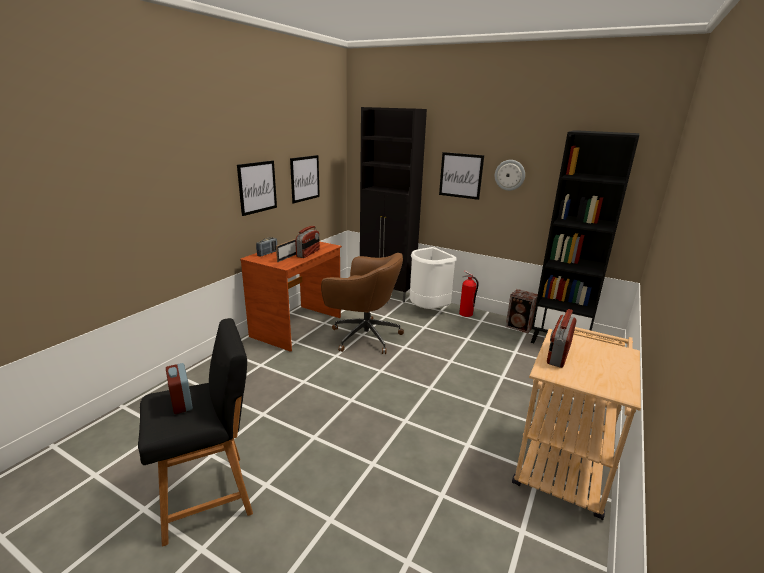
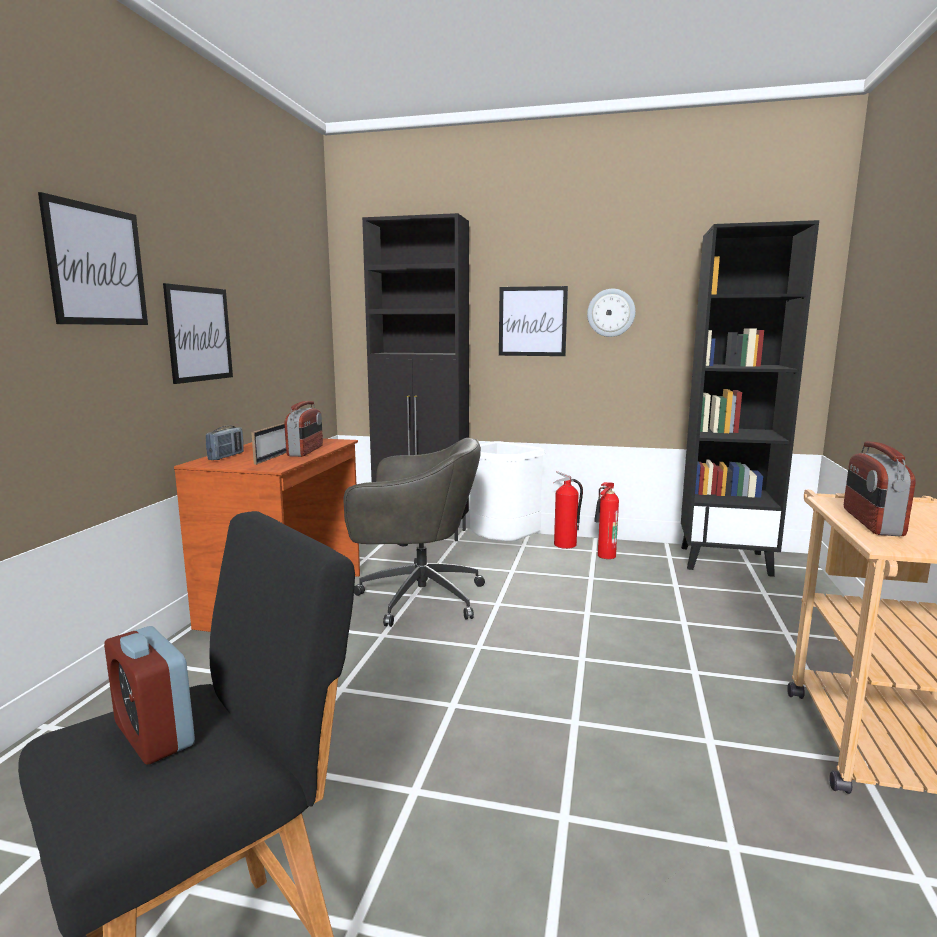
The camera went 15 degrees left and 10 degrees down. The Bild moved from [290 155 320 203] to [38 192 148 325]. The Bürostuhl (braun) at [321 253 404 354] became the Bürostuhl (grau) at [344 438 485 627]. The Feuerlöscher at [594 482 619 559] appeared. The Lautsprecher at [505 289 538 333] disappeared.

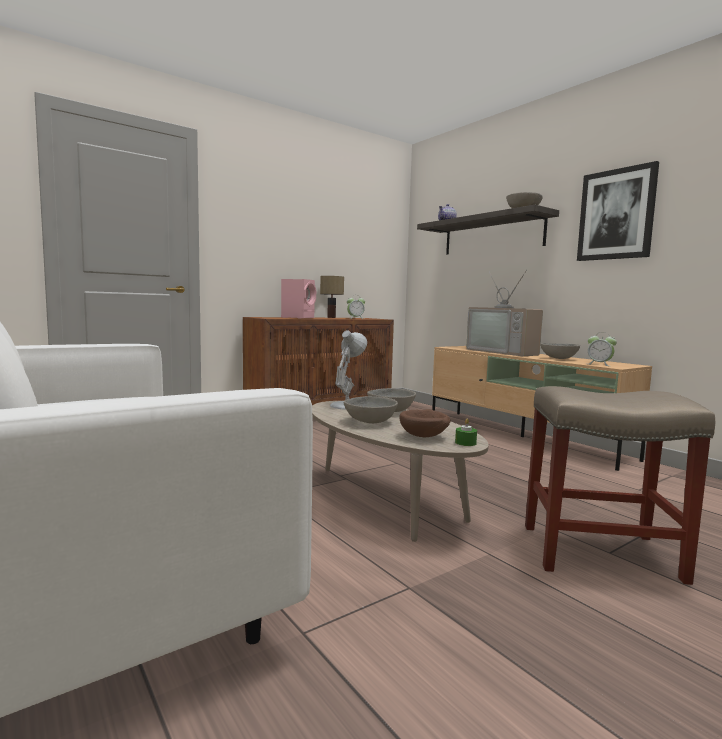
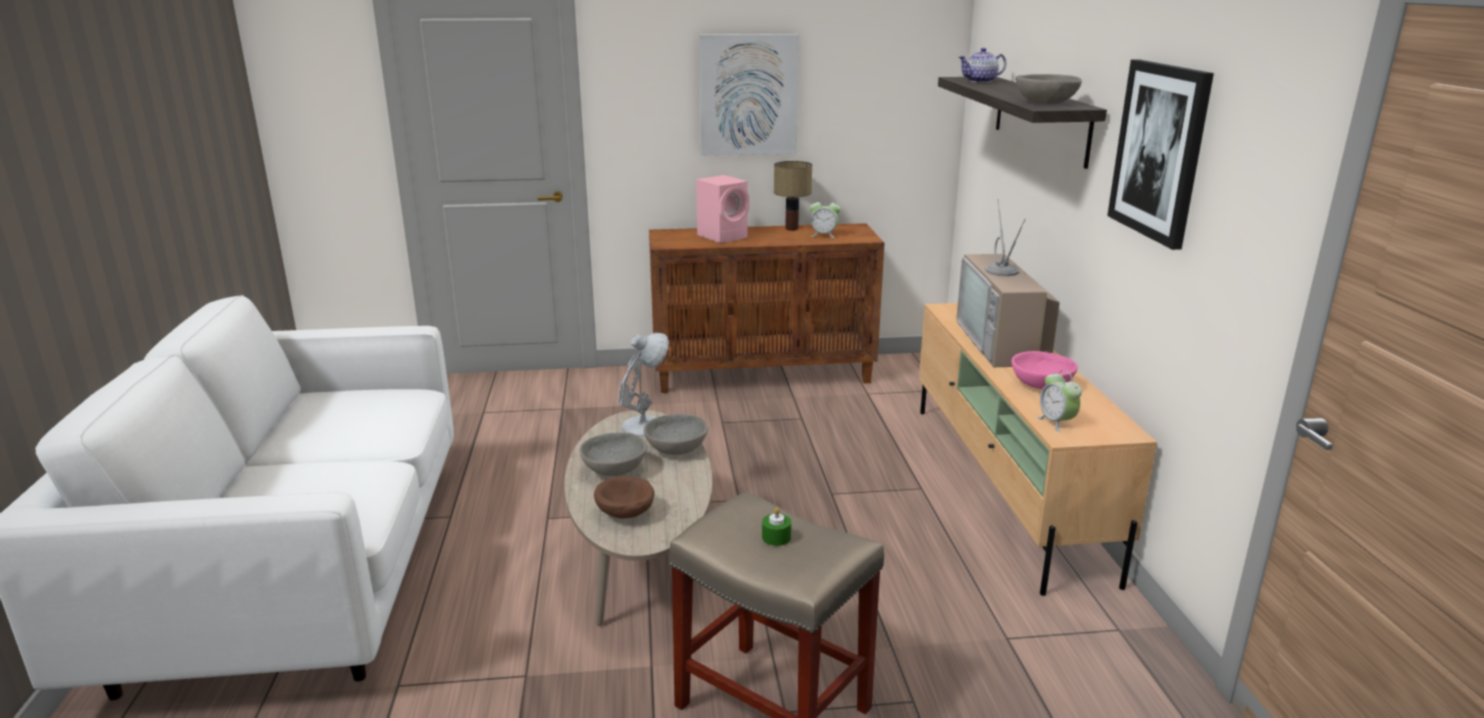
The camera went 30 degrees right and 15 degrees up. The Bild at [699 34 799 156] appeared. The Kerze (grün) moved from [455 419 477 446] to [762 507 791 546]. The Schüssel (grau) at [540 343 580 359] became the Schüssel (rosa) at [1011 351 1078 389].

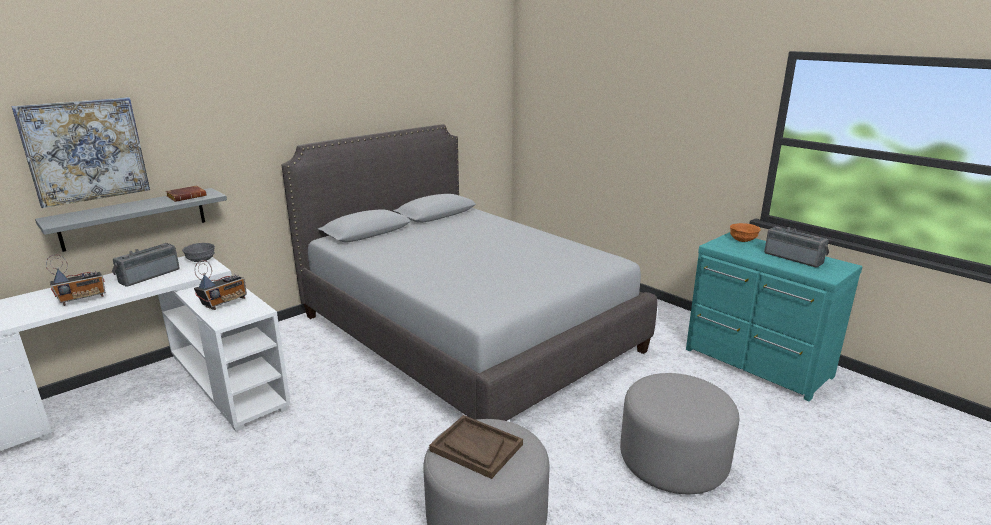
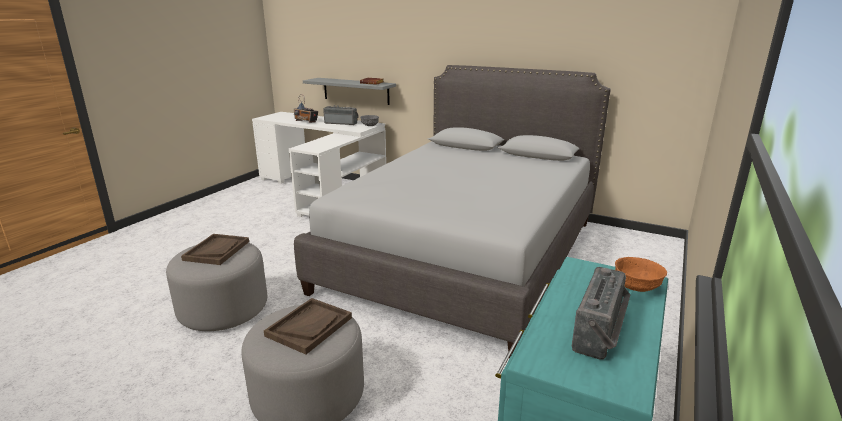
The camera went 70 degrees right and 0 degrees up. The Tablett (braun) at [264 298 352 354] appeared. The Bild at [11 97 150 208] disappeared. The Radio at [194 260 247 310] disappeared.

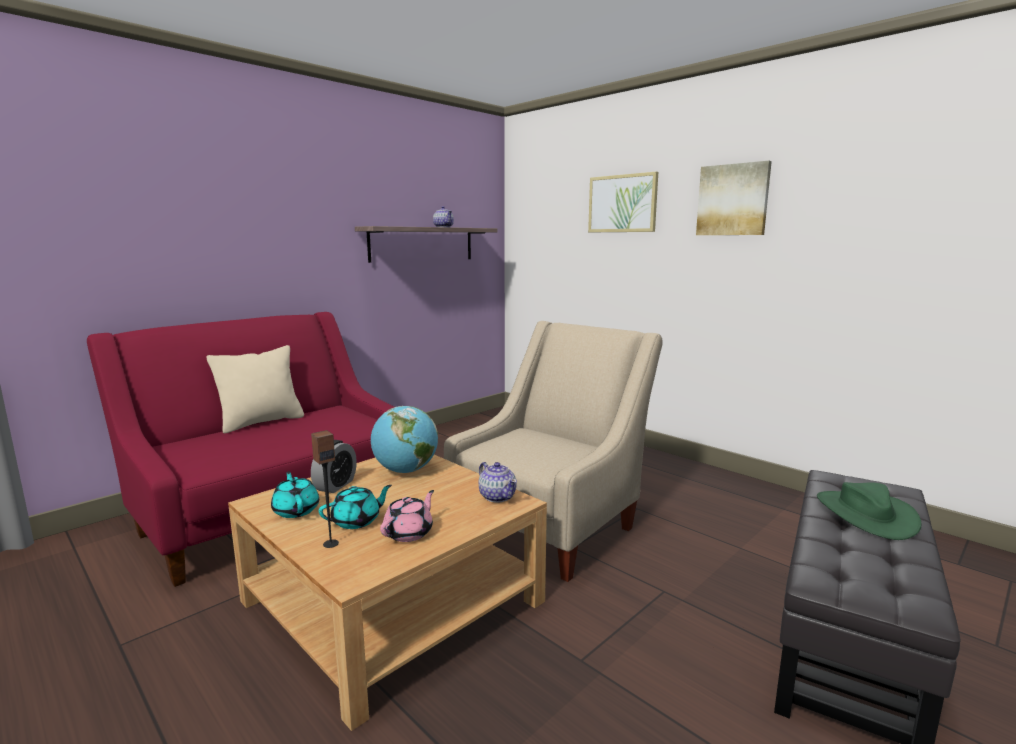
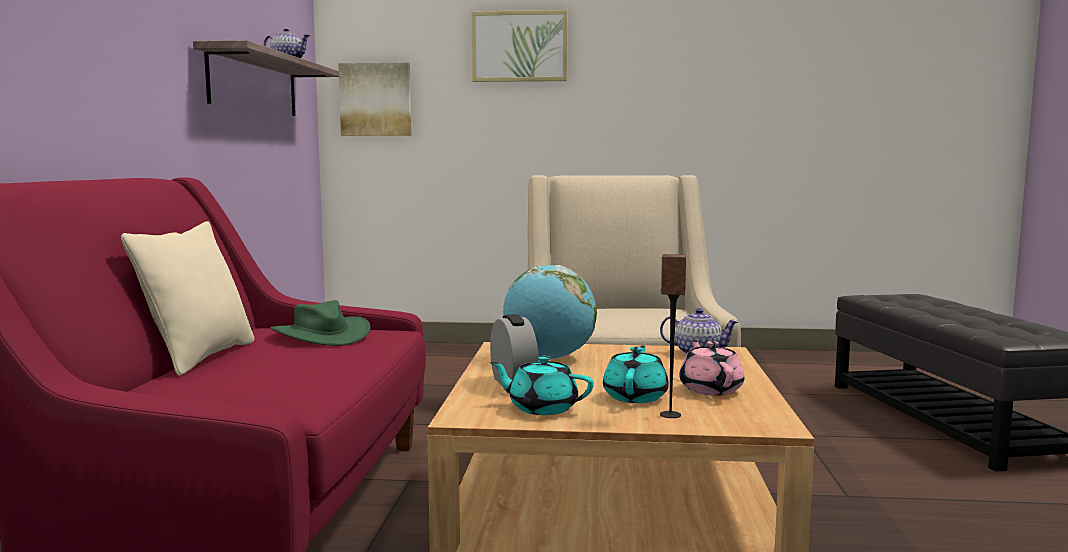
The camera went 40 degrees left and 5 degrees down. The Hut (grün) moved from [817 482 921 540] to [270 300 371 346]. The Bild moved from [696 161 772 235] to [338 63 412 136].

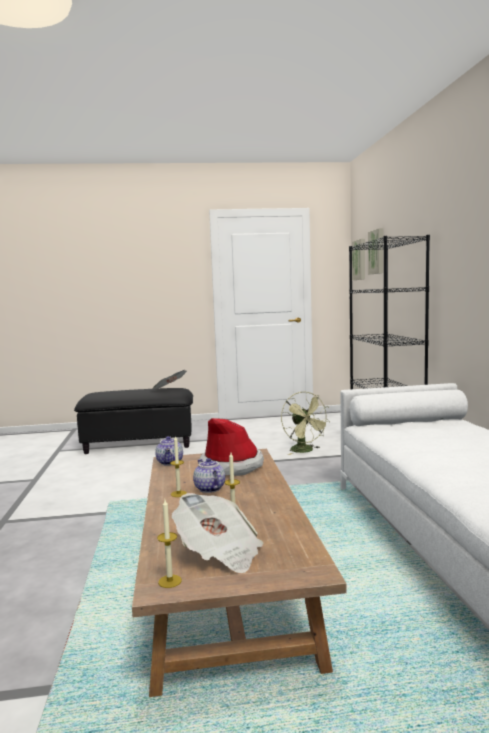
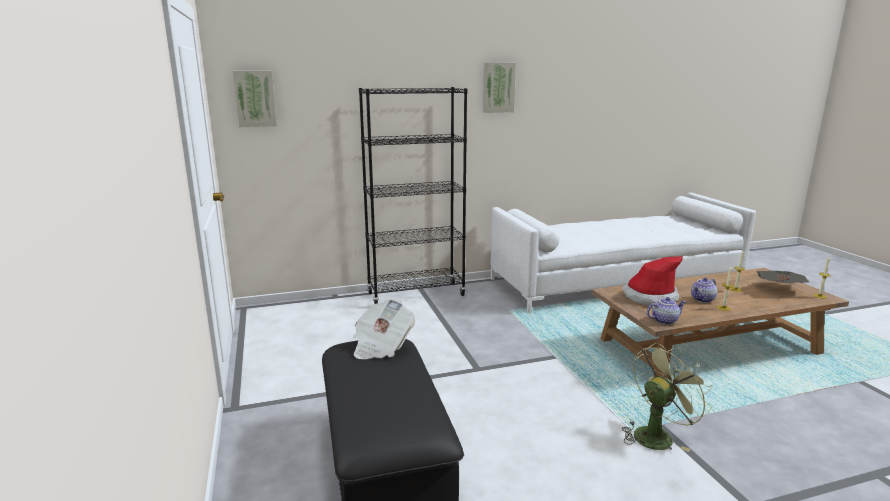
The camera went 100 degrees left and 10 degrees up. The Bild moved from [368 228 383 274] to [483 63 516 113]. The Ventilator (grün) moved from [281 391 330 455] to [622 343 712 452].

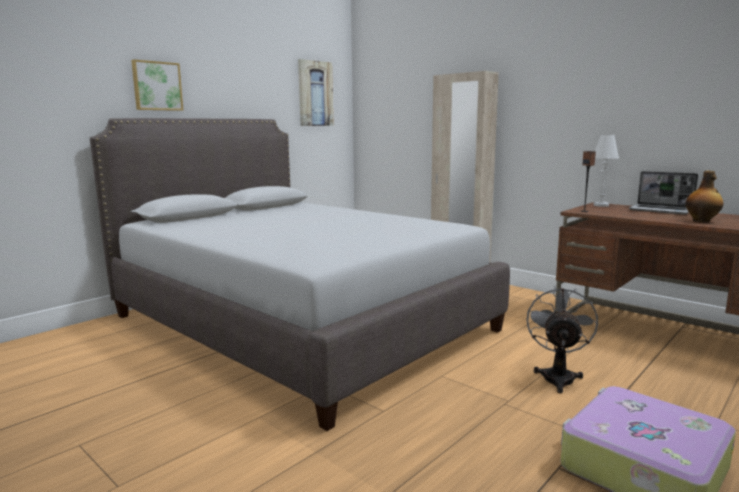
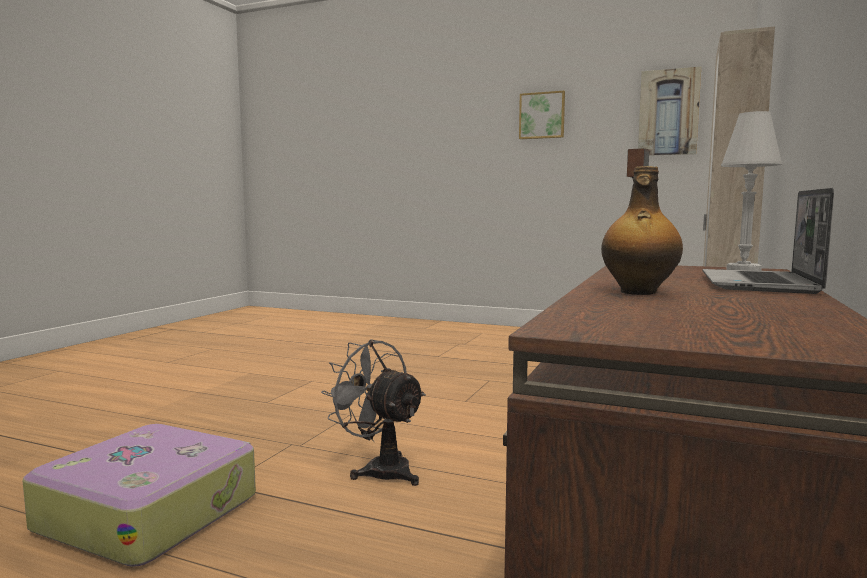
The camera went 70 degrees right and 5 degrees down. The Ventilator (grau) at [527 286 598 393] turned 135 degrees counterclockwise. The Bild moved from [131 59 183 111] to [519 91 565 139]. The Bett (grau) at [90 118 510 431] disappeared.

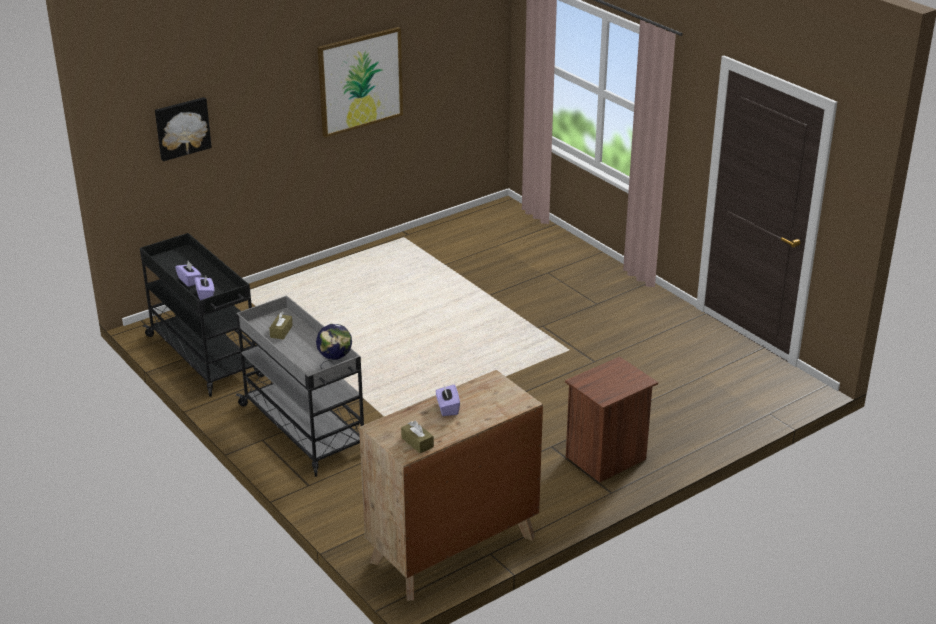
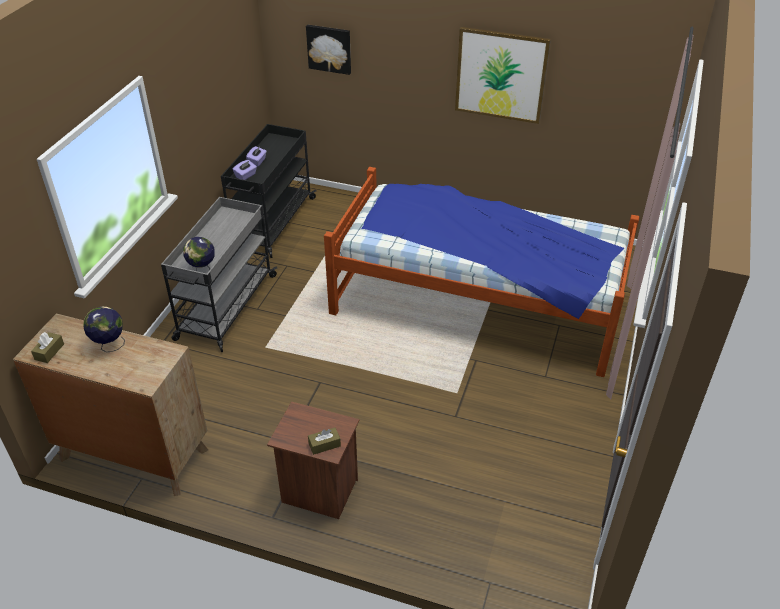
The camera went 55 degrees right and 10 degrees up. The Taschentuchbox (lila) at [436 385 460 416] was replaced by the Globus at [83 307 125 352]. The Taschentuchbox (braun) moved from [269 311 293 339] to [308 427 341 455]. The Bett at [324 167 640 377] appeared.

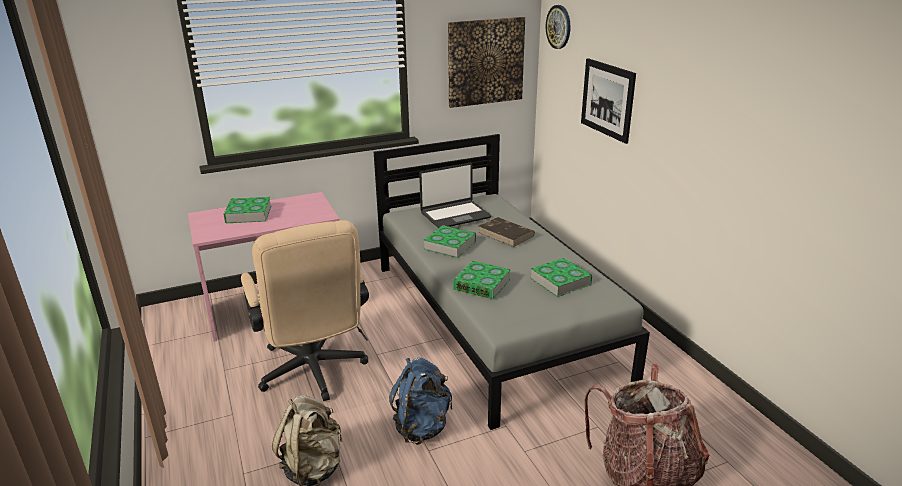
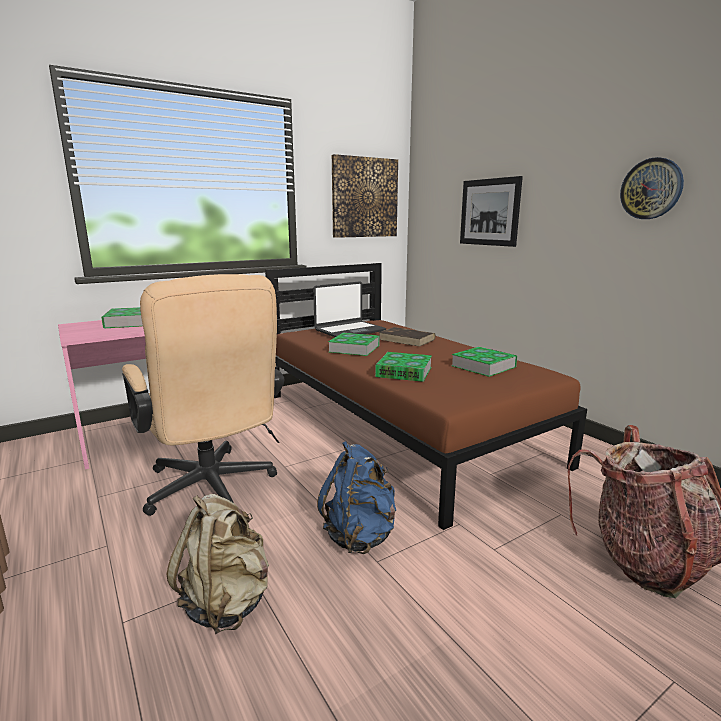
The camera went 10 degrees left and 10 degrees down. The Bett (grau) at [374 134 650 430] became the Bett (braun) at [265 263 587 530]. The Wanduhr moved from [546 5 570 49] to [620 157 684 219].

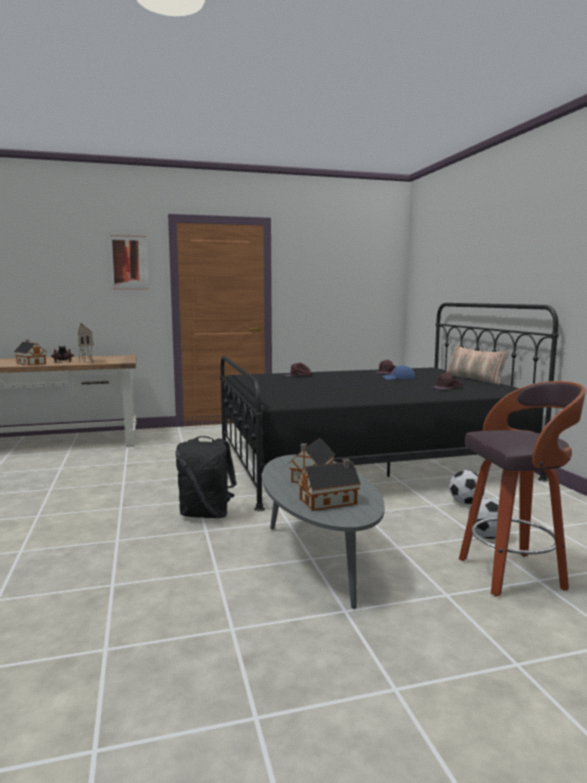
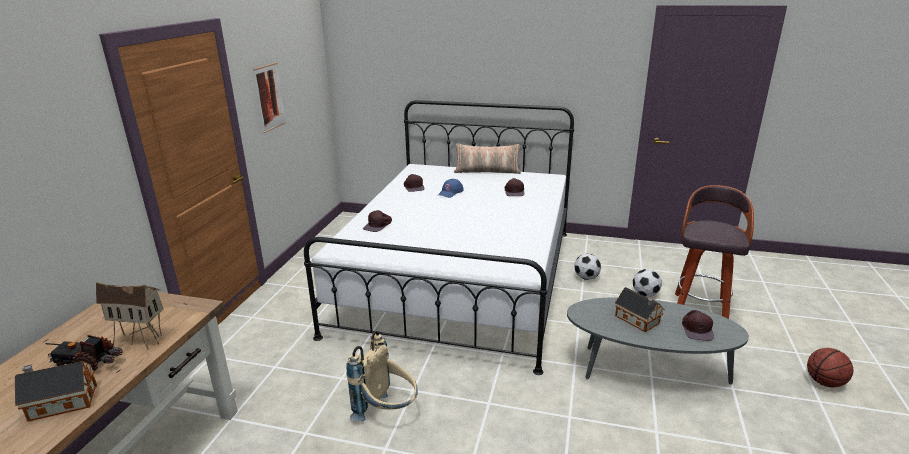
The camera went 60 degrees left and 15 degrees up. The Bild moved from [110 235 149 290] to [254 63 286 133]. The Bett (schwarz) at [220 303 559 511] became the Bett (weiß) at [304 100 574 375]. The Rucksack (beige) at [346 331 418 421] appeared. The Spielzeughaus at [298 459 361 511] was replaced by the Kappe (braun) at [682 310 714 341]. The Basketball at [807 348 854 387] appeared. The Rucksack (schwarz) at [176 436 237 518] disappeared.

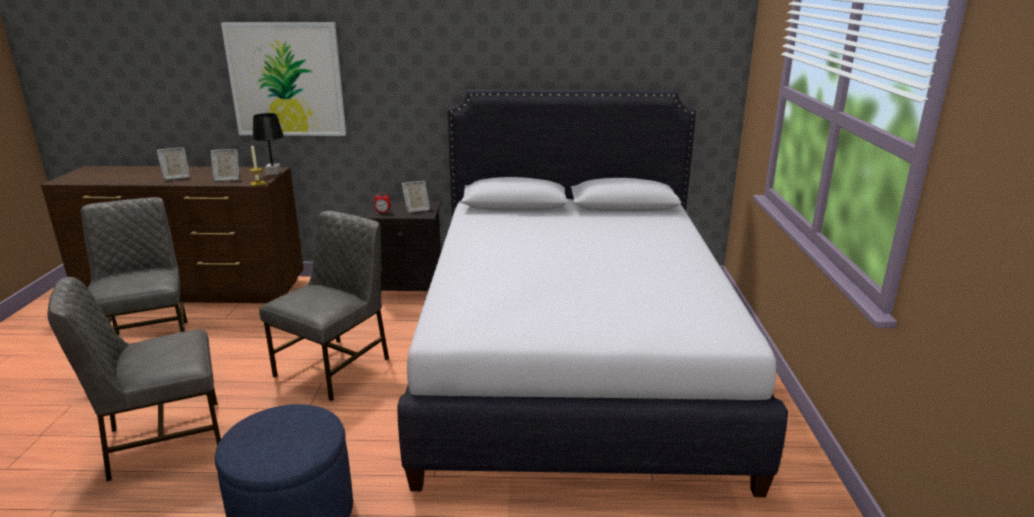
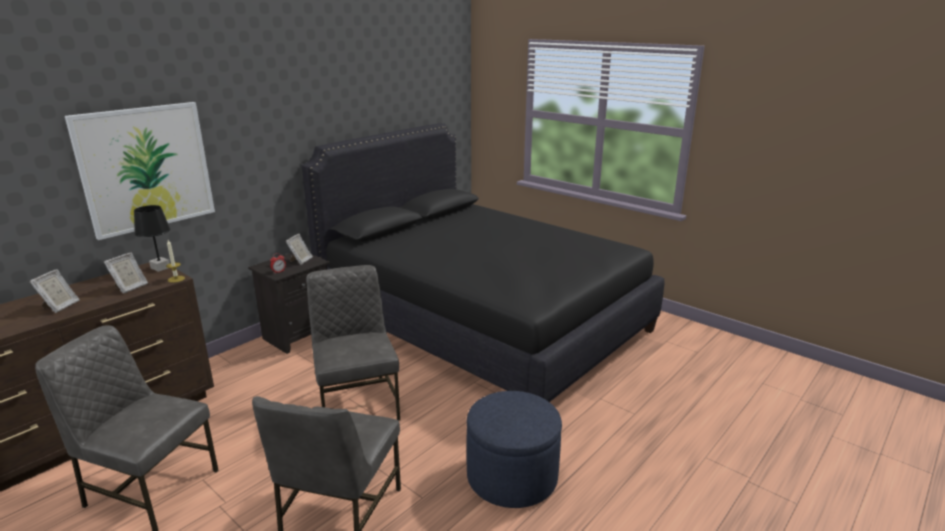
The camera went 50 degrees left and 0 degrees up. The Bett (weiß) at [397 89 788 497] became the Bett (schwarz) at [302 123 664 402].

